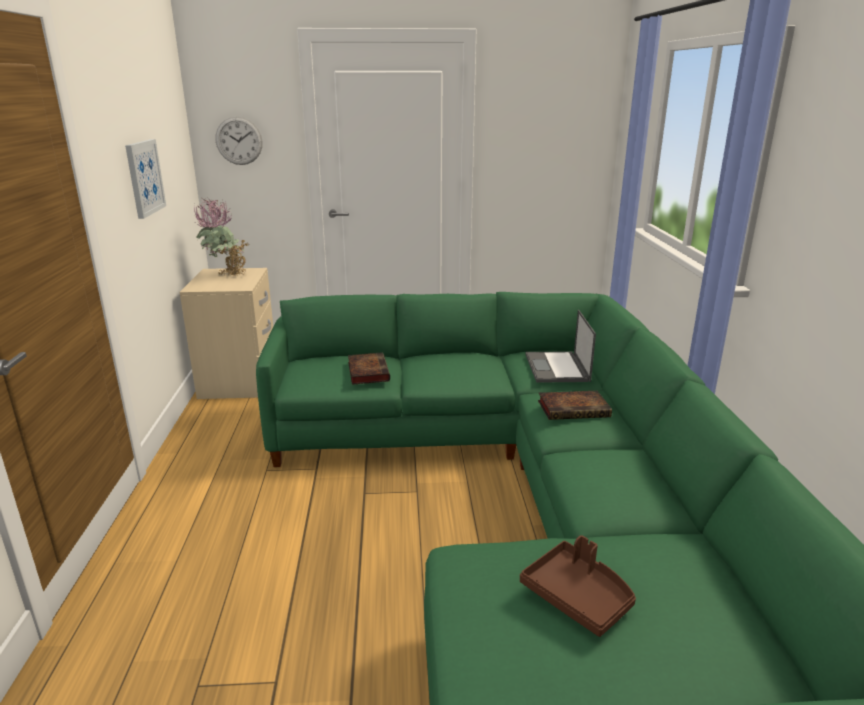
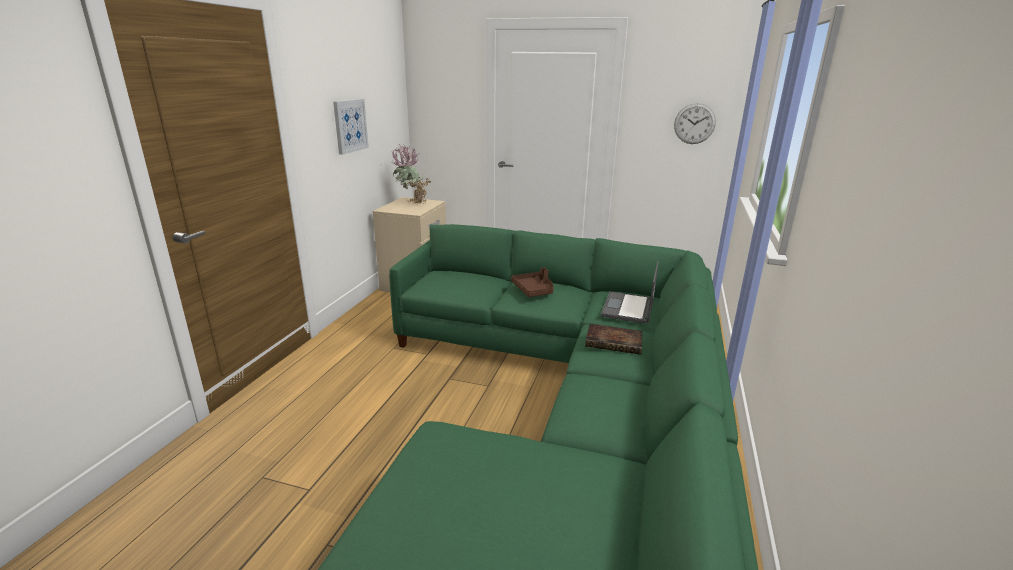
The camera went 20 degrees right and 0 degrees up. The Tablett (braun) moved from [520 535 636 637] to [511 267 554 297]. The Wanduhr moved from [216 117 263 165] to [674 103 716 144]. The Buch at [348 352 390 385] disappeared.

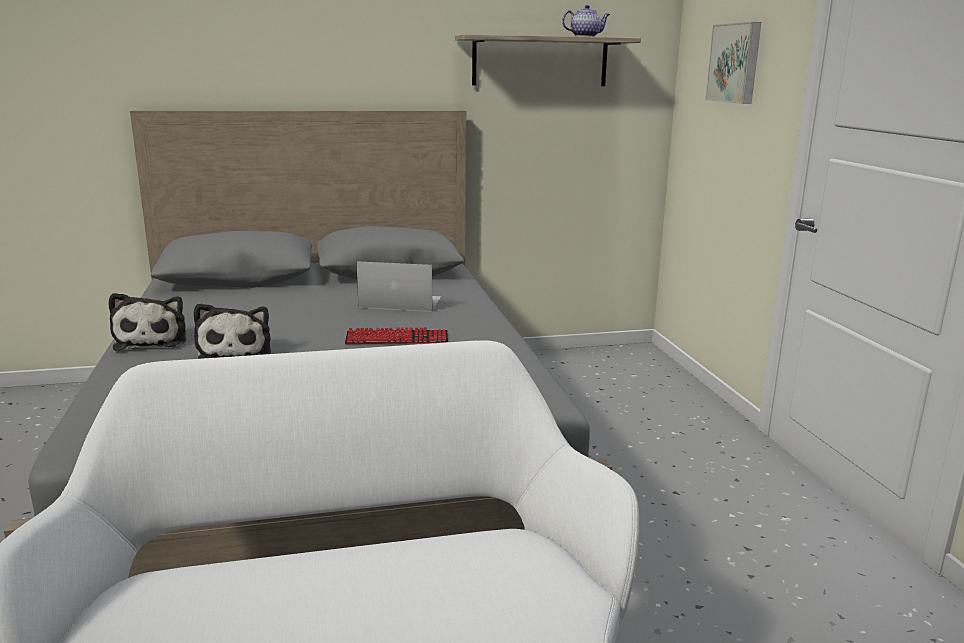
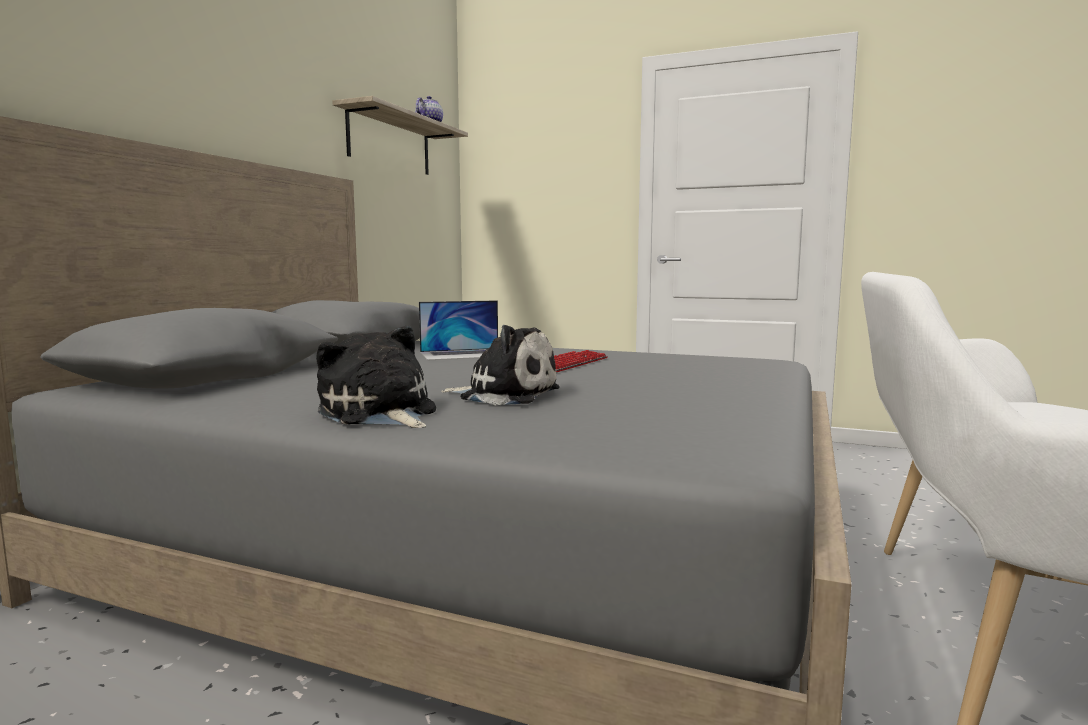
The camera went 55 degrees left and 10 degrees down. The Plüschtier at [108 293 187 351] turned 150 degrees counterclockwise. The Laptop at [357 261 441 312] turned 150 degrees counterclockwise. The Bild at [705 22 761 104] disappeared.

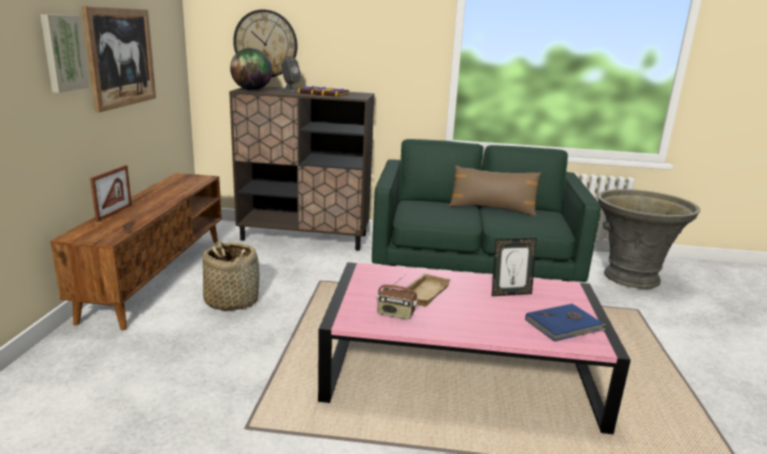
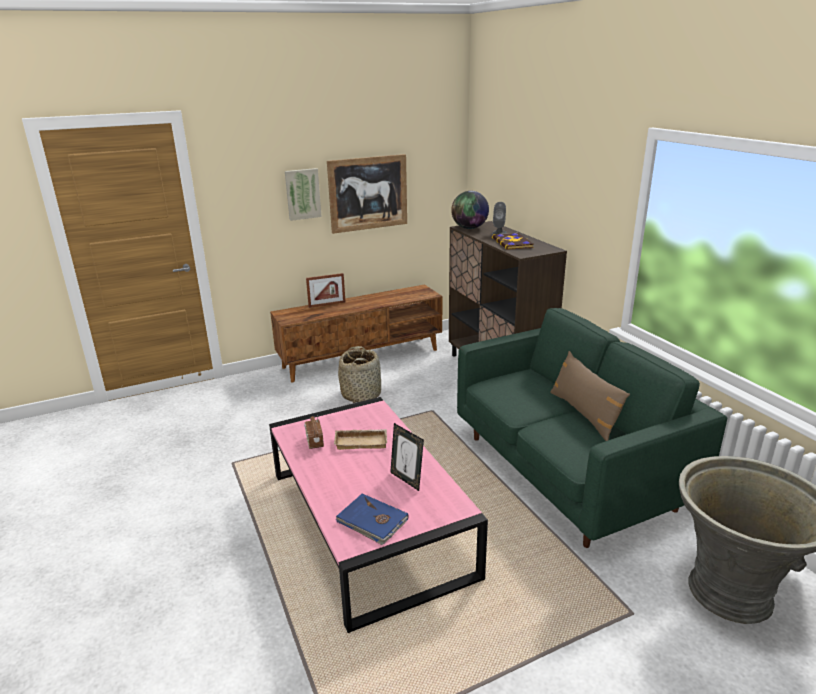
The camera went 60 degrees right and 5 degrees up. The Wanduhr at [233 10 297 77] disappeared.

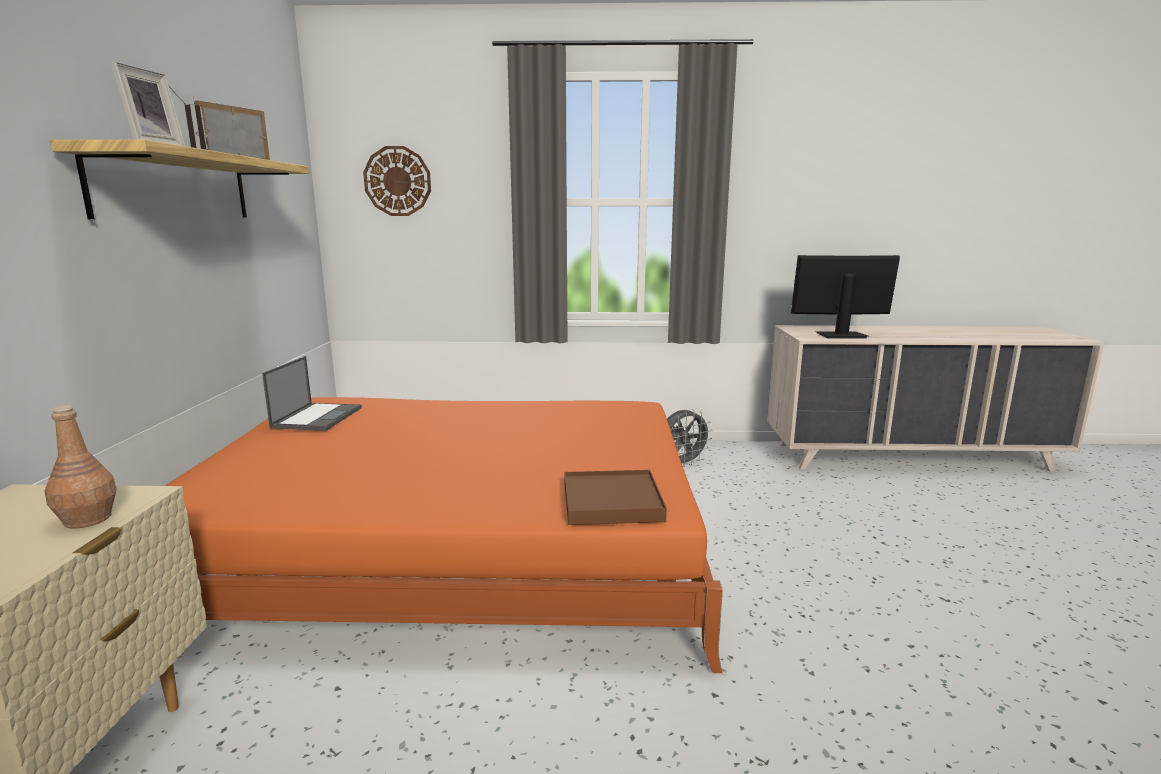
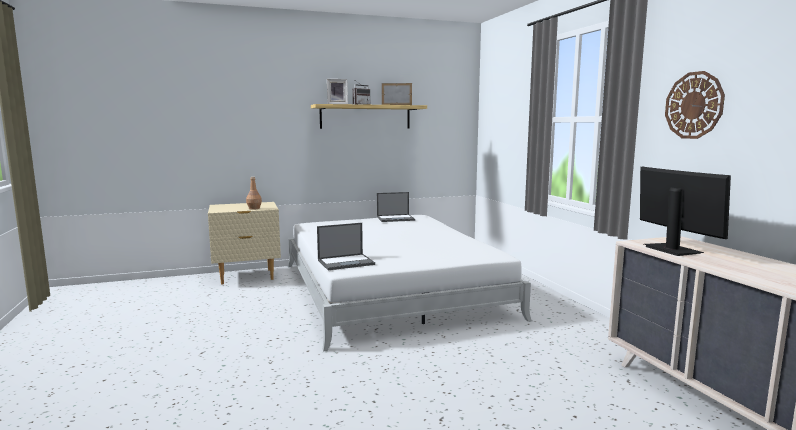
The camera went 70 degrees right and 5 degrees down. The Bett (orange) at [165 397 723 673] became the Bett (weiß) at [288 215 532 351]. The Tablett (braun) at [564 470 667 525] was replaced by the Laptop at [317 223 375 270]. The Wanduhr moved from [363 146 431 216] to [665 71 725 139]. The Ventilator (grau) at [667 409 712 467] disappeared.

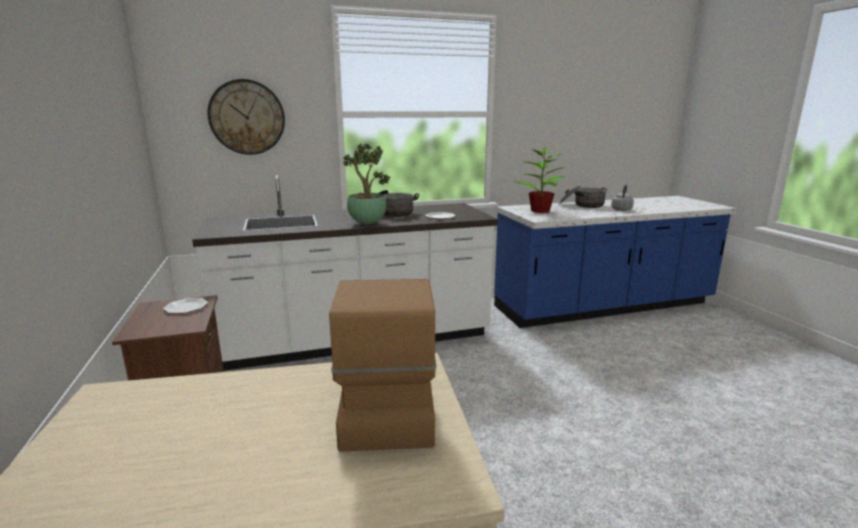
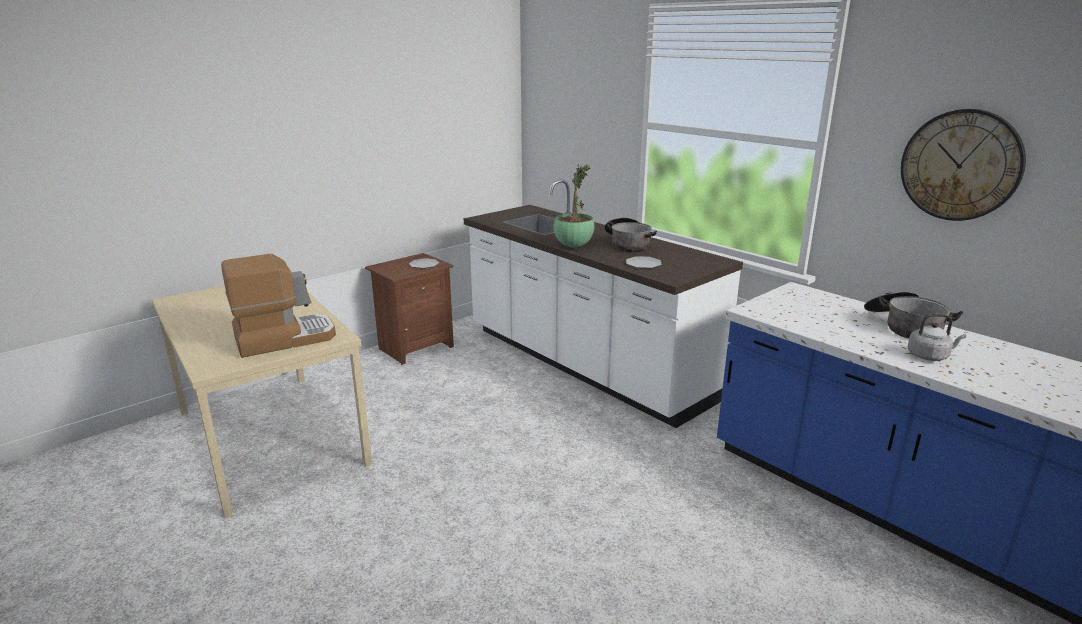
The camera went 65 degrees right and 5 degrees up. The Wanduhr moved from [208 79 285 155] to [901 109 1026 221]. The Topfpflanze at [513 148 565 213] disappeared.

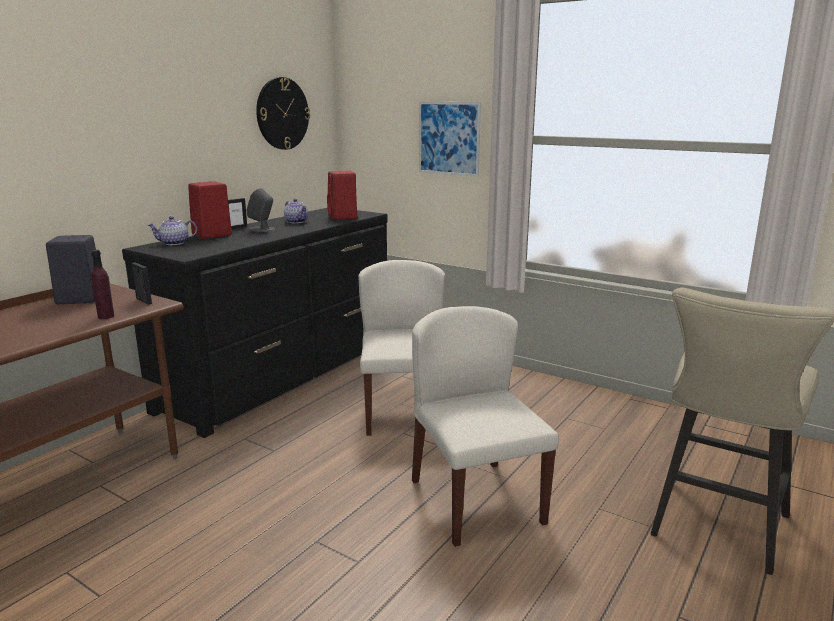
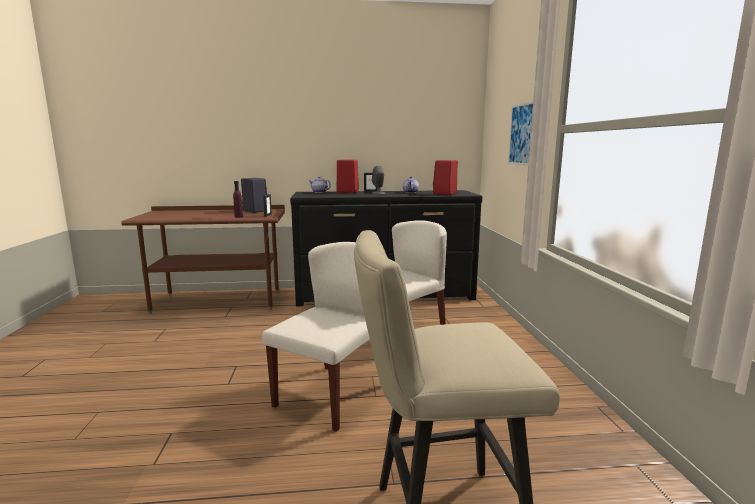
The camera went 50 degrees right and 5 degrees down. The Wanduhr at [256 77 310 150] disappeared.

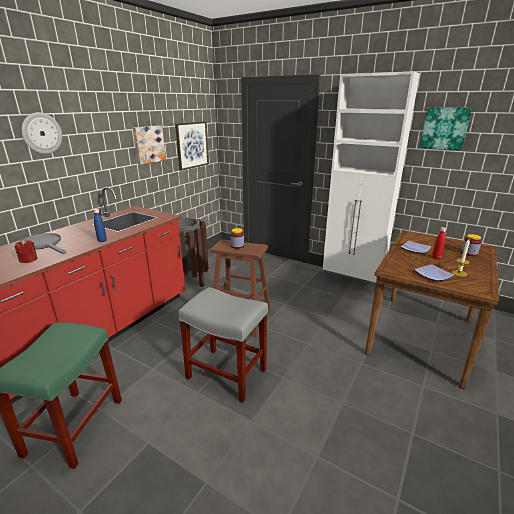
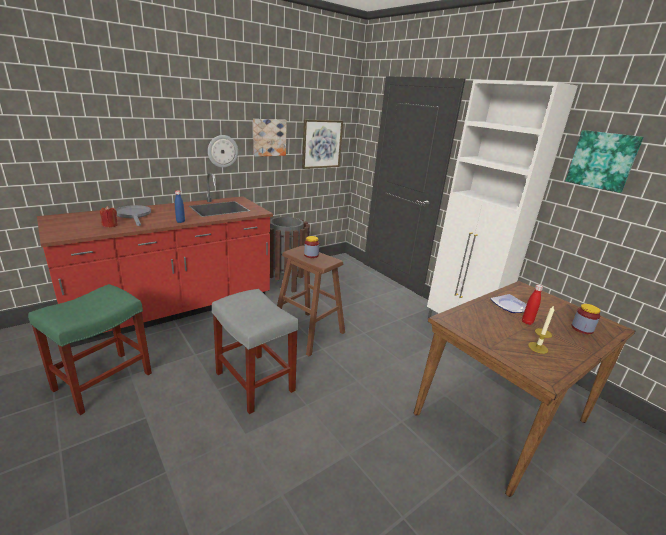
The camera went 20 degrees right and 0 degrees up. The Wanduhr moved from [22 112 62 154] to [208 135 238 168]. The Teller at [414 264 454 281] disappeared.

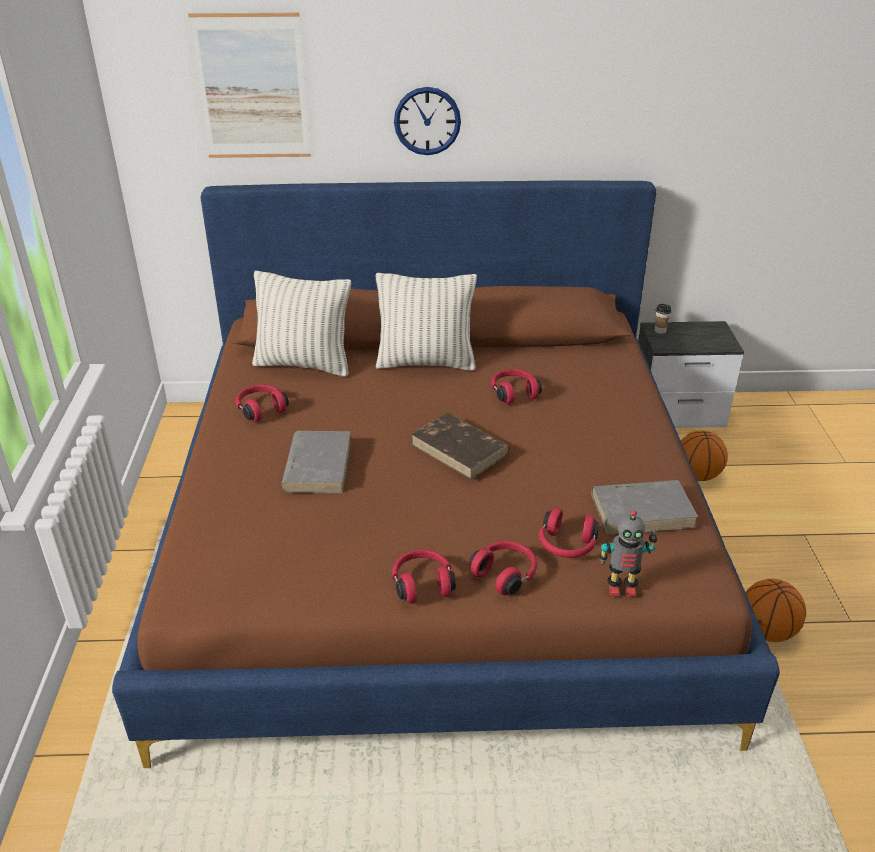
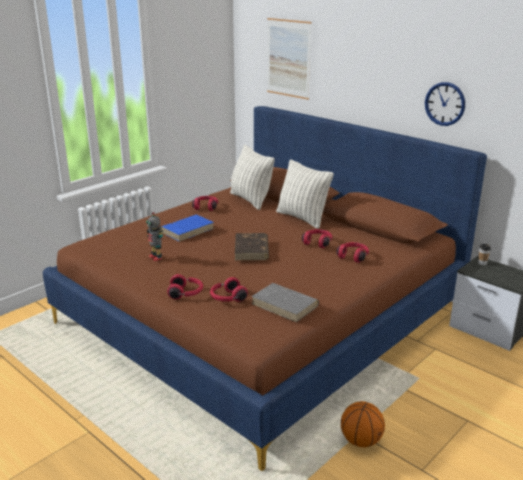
The camera went 45 degrees right and 10 degrees down. The Spielzeugroboter moved from [599 510 657 597] to [146 212 163 261]. The Buch (grau) at [281 431 351 493] became the Buch (blau) at [161 215 214 242]. The Kopfhörer (rot) moved from [392 550 456 603] to [336 242 369 263]. The Wanduhr moved from [394 87 461 155] to [425 82 465 126]. The Basketball at [681 430 728 481] disappeared.

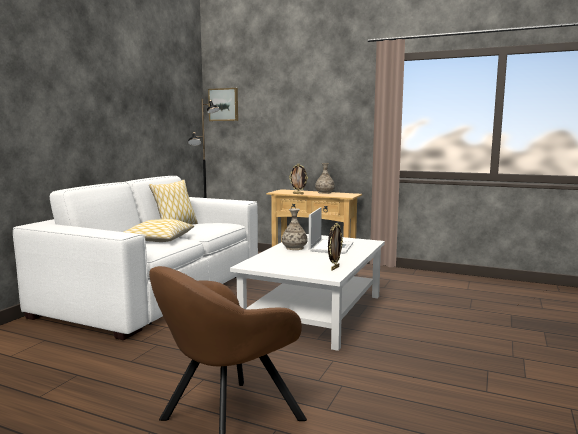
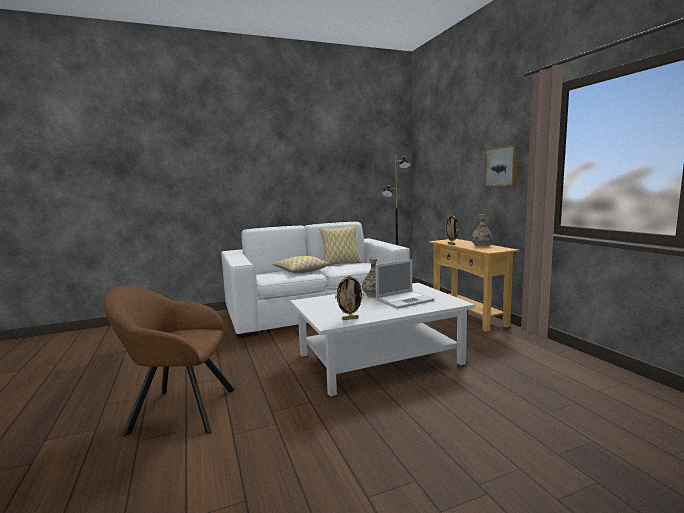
The camera went 45 degrees right and 0 degrees up. The Bild moved from [208 88 238 121] to [485 145 518 186].

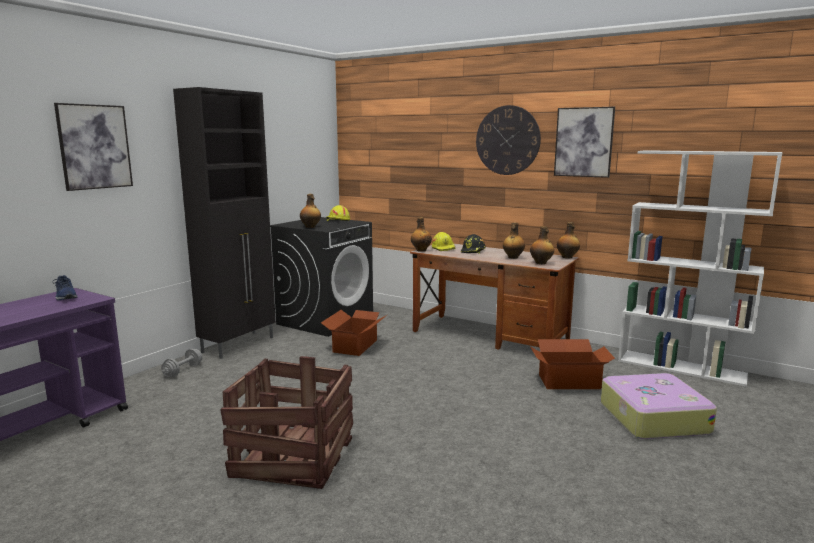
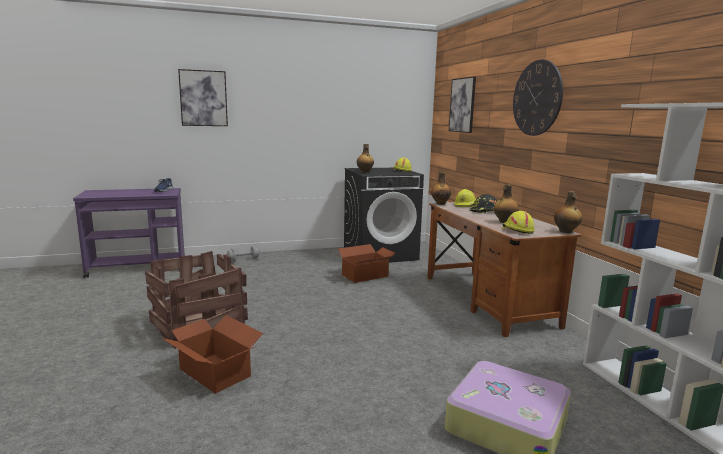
The camera went 40 degrees right and 0 degrees up. The Karton moved from [531 339 615 389] to [162 315 263 394]. The Bild moved from [554 107 615 178] to [449 76 476 133]. The Flasche at [530 226 554 264] was replaced by the Schutzhelm (gelb) at [502 211 535 234]. The Schrank (schwarz) at [173 87 276 359] disappeared.

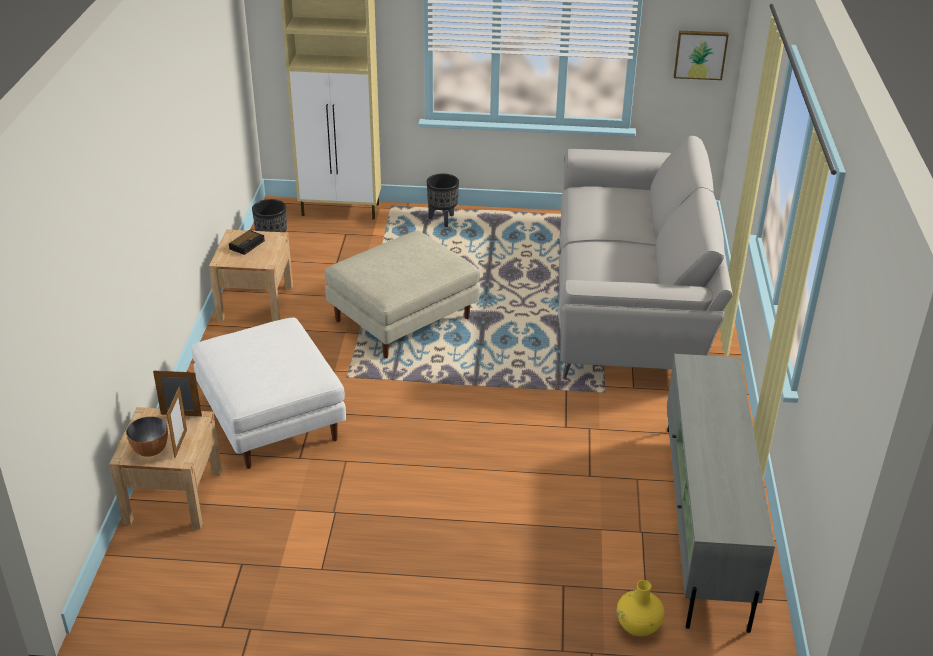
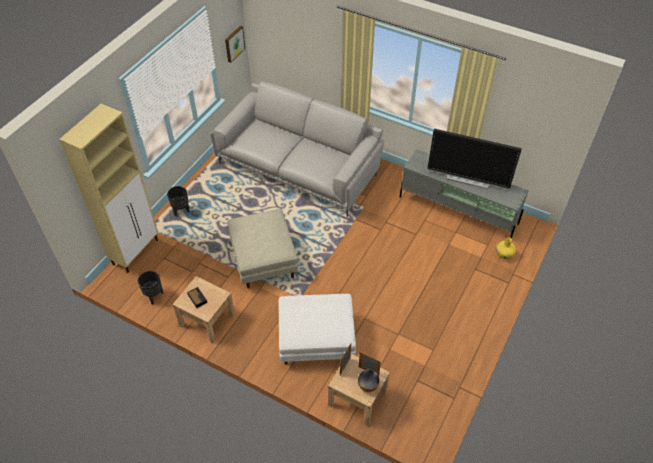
The camera went 65 degrees left and 15 degrees up. The Fernseher at [427 129 522 189] appeared.

